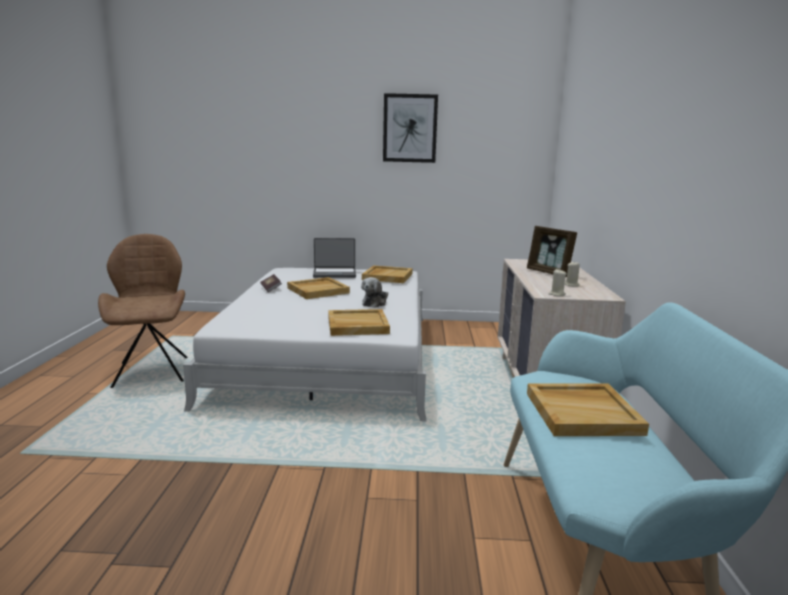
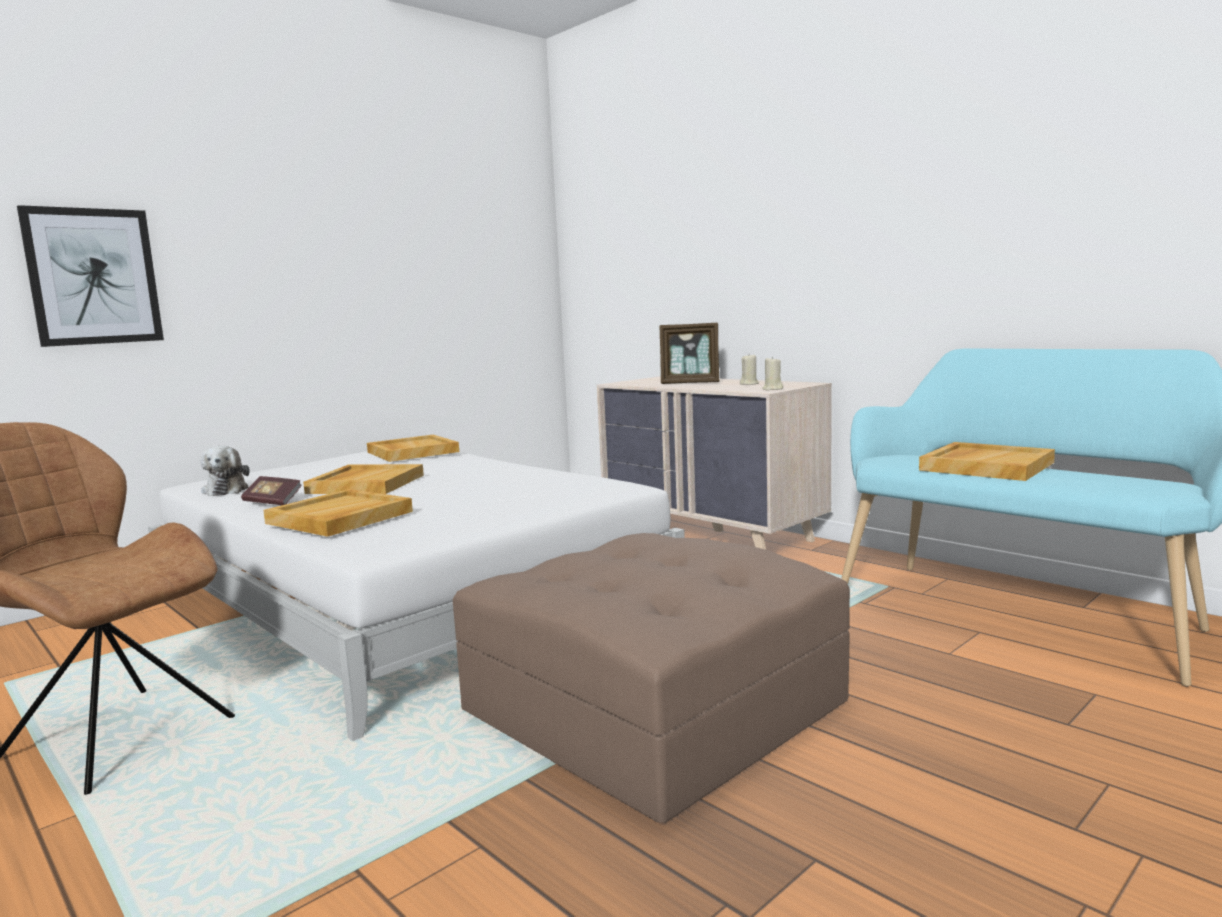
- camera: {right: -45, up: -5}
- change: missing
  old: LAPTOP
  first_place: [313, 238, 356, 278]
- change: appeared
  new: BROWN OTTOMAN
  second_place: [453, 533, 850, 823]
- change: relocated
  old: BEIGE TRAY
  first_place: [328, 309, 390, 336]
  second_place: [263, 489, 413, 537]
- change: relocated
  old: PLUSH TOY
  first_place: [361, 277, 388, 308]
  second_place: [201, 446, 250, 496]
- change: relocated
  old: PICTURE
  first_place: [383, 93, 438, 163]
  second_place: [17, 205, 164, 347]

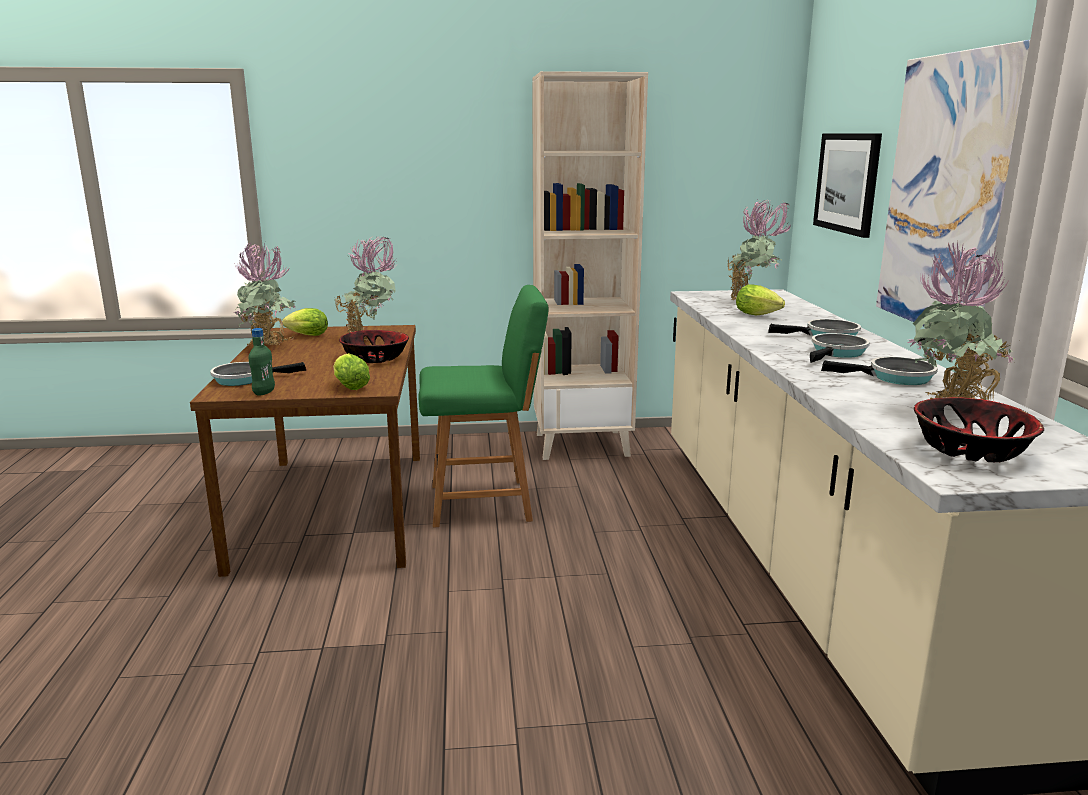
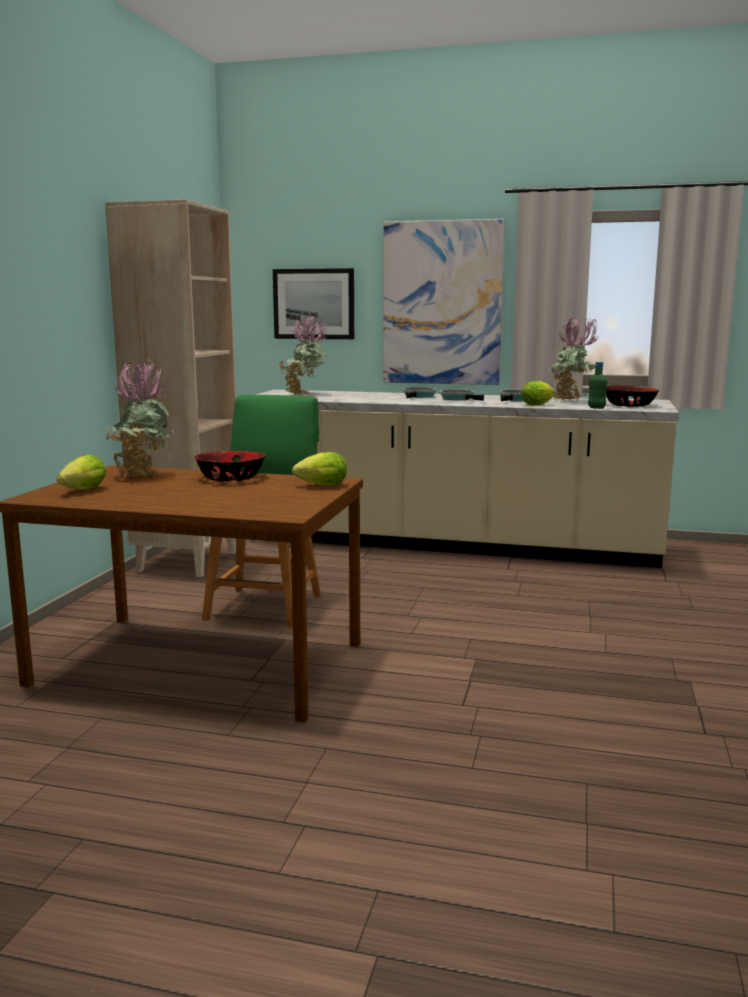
- camera: {right: -70, up: -5}
- change: missing
  old: FRYING PAN
  first_place: [210, 362, 306, 386]
- change: missing
  old: POTTED PLANT
  first_place: [234, 243, 297, 345]
- change: relocated
  old: GREEN BOTTLE
  first_place: [249, 328, 275, 396]
  second_place: [588, 362, 607, 409]
- change: relocated
  old: LETTUCE
  first_place: [736, 284, 785, 315]
  second_place: [521, 381, 555, 406]

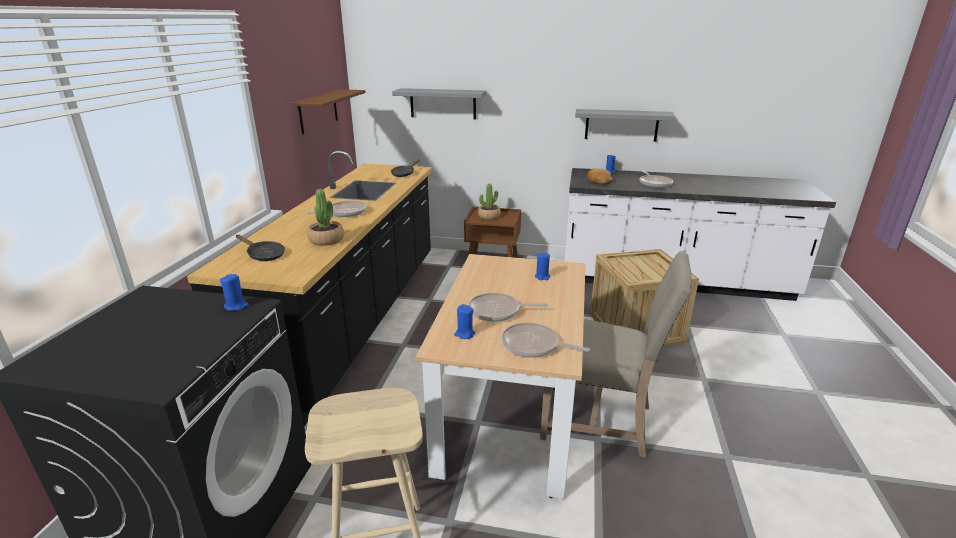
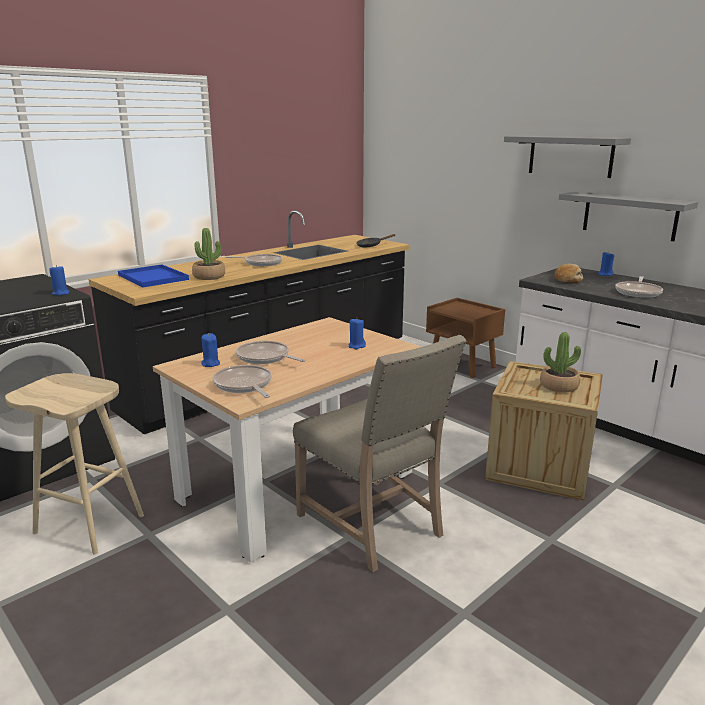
- camera: {right: 35, up: -5}
- change: missing
  old: BROWN SHELF
  first_place: [291, 89, 366, 134]
- change: relocated
  old: GREY SHELF
  first_place: [392, 88, 486, 119]
  second_place: [504, 136, 631, 178]
- change: relocated
  old: POTTED PLANT
  first_place: [478, 184, 501, 220]
  second_place: [540, 332, 581, 393]
- change: exchanged
  old: BLACK FRYING PAN
  new: BLUE TRAY
  first_place: [235, 235, 285, 261]
  second_place: [118, 264, 189, 287]

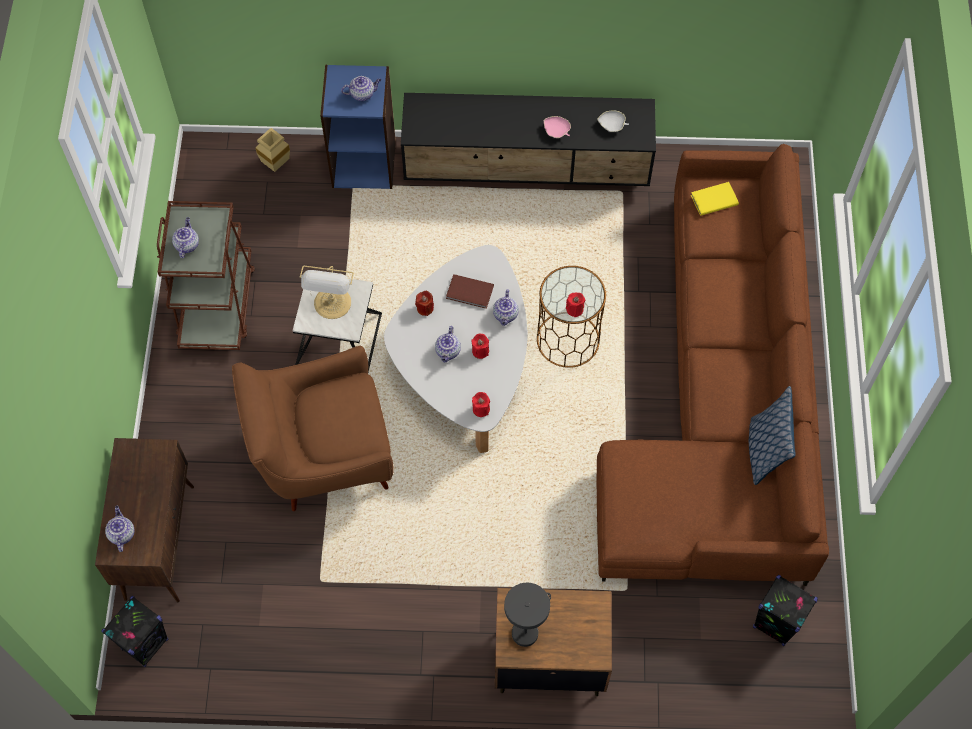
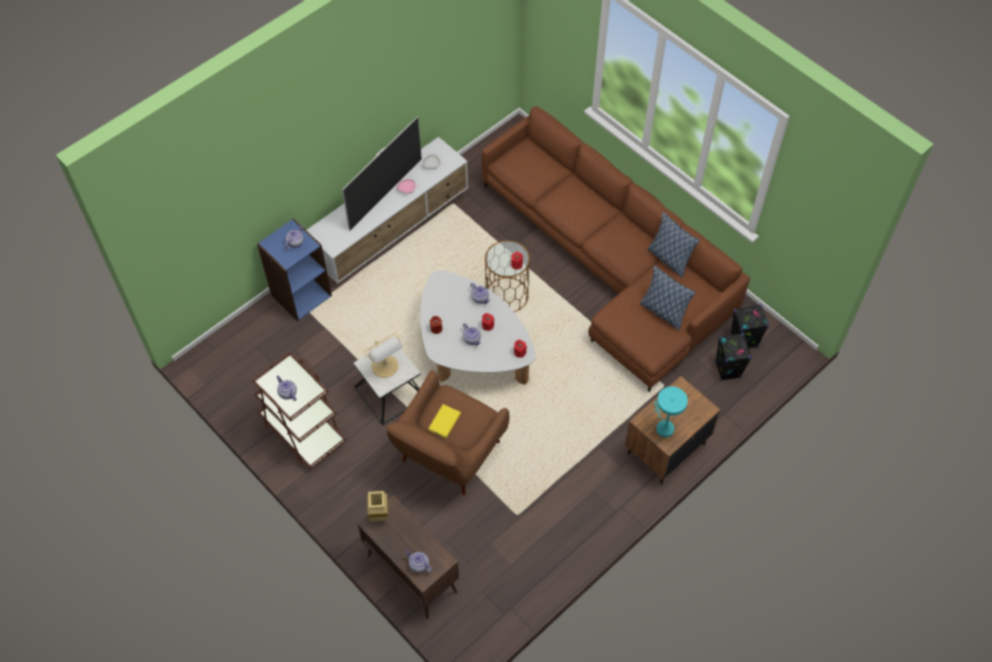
- camera: {right: -45, up: -5}
- change: missing
  old: BROWN BOOK
  first_place: [446, 274, 494, 309]
- change: appeared
  new: TELEVISION
  second_place: [342, 117, 422, 231]
- change: appeared
  new: PILLOW
  second_place: [640, 266, 696, 330]
- change: relocated
  old: BLACK SPEAKER
  first_place: [101, 596, 169, 667]
  second_place: [715, 333, 752, 381]
- change: relocated
  old: BEIGE VASE
  first_place: [256, 128, 290, 172]
  second_place: [367, 491, 388, 522]
- change: relocated
  old: YELLOW BOOK
  first_place: [691, 182, 739, 216]
  second_place: [428, 404, 461, 438]
- change: colour
  old: BLACK TV STAND
  new: WHITE TV STAND
  first_place: [401, 93, 656, 186]
  second_place: [306, 137, 468, 284]
- change: colour
  old: GREY TABLE LAMP
  new: TURQUOISE TABLE LAMP
  first_place: [504, 583, 551, 647]
  second_place: [654, 386, 688, 437]

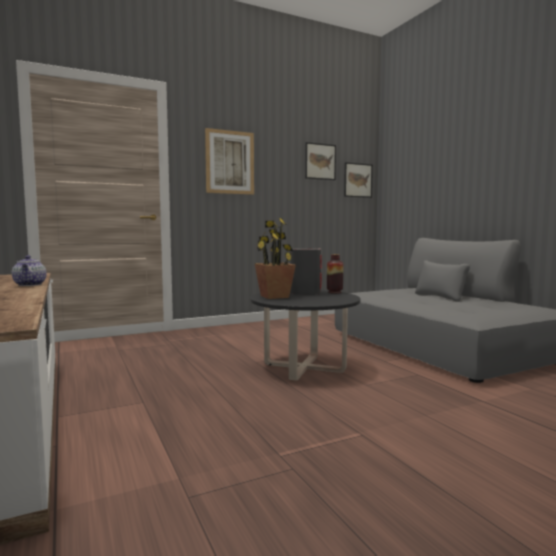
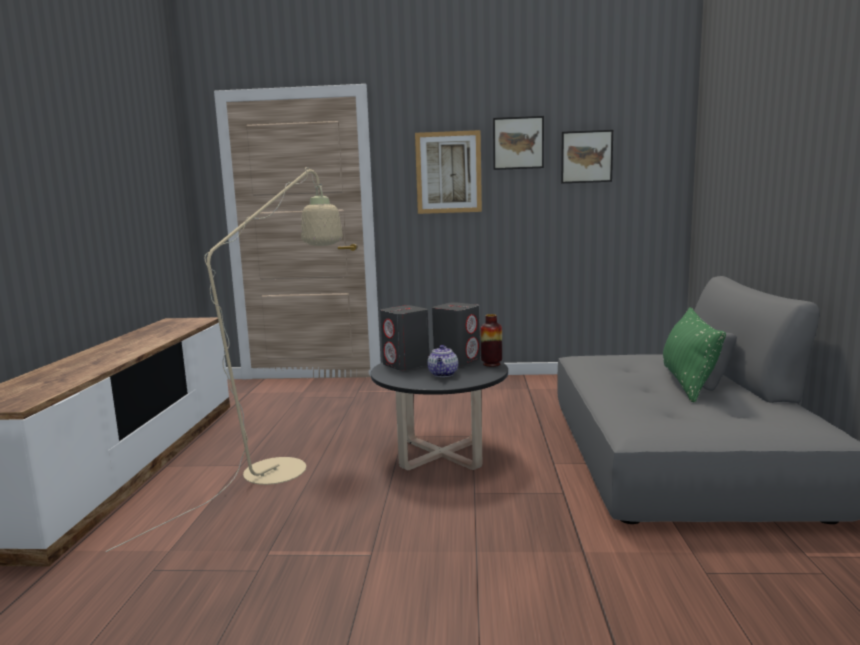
- camera: {right: 30, up: 5}
- change: appeared
  new: BEIGE FLOOR LAMP
  second_place: [105, 167, 343, 552]
- change: appeared
  new: GREEN PILLOW
  second_place: [663, 307, 726, 403]
- change: relocated
  old: TEAPOT
  first_place: [12, 255, 47, 286]
  second_place: [427, 345, 458, 377]
- change: relocated
  old: PICTURE
  first_place: [344, 162, 373, 198]
  second_place: [493, 116, 544, 170]
- change: exchanged
  old: POTTED PLANT
  new: GREY SPEAKER
  first_place: [254, 218, 296, 299]
  second_place: [380, 305, 429, 370]

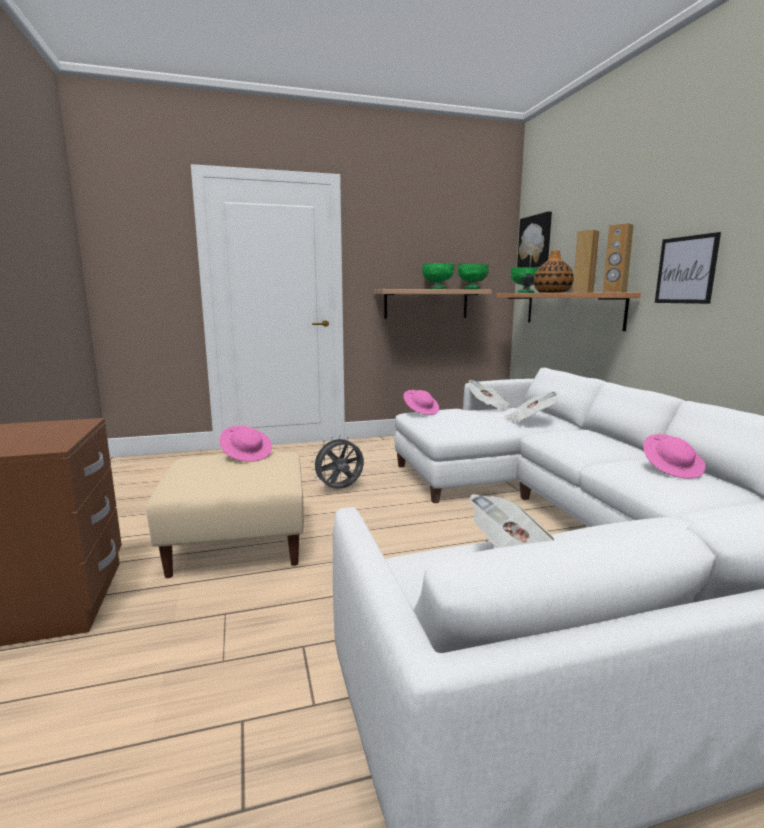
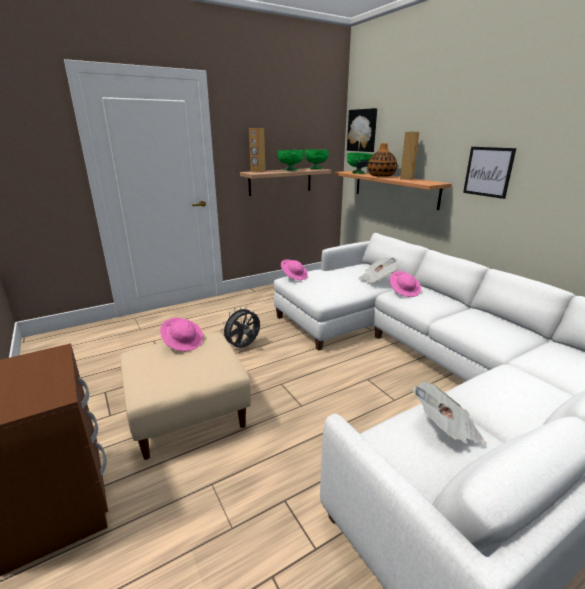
- camera: {right: -15, up: 10}
- change: missing
  old: NEWSPAPER
  first_place: [468, 380, 510, 411]
- change: relocated
  old: BROWN SPEAKER
  first_place: [603, 223, 634, 292]
  second_place: [249, 128, 266, 173]
- change: relocated
  old: PINK HAT
  first_place: [643, 434, 706, 479]
  second_place: [390, 271, 421, 297]

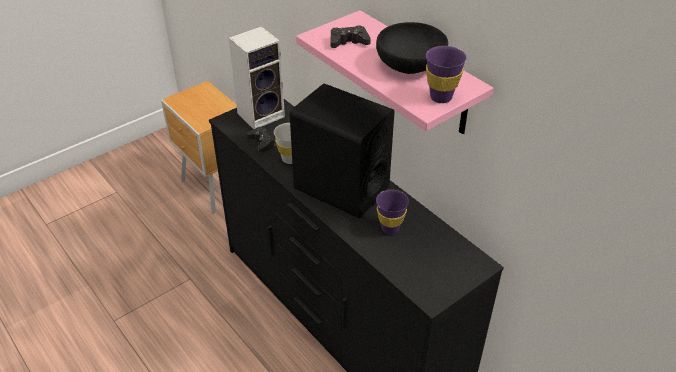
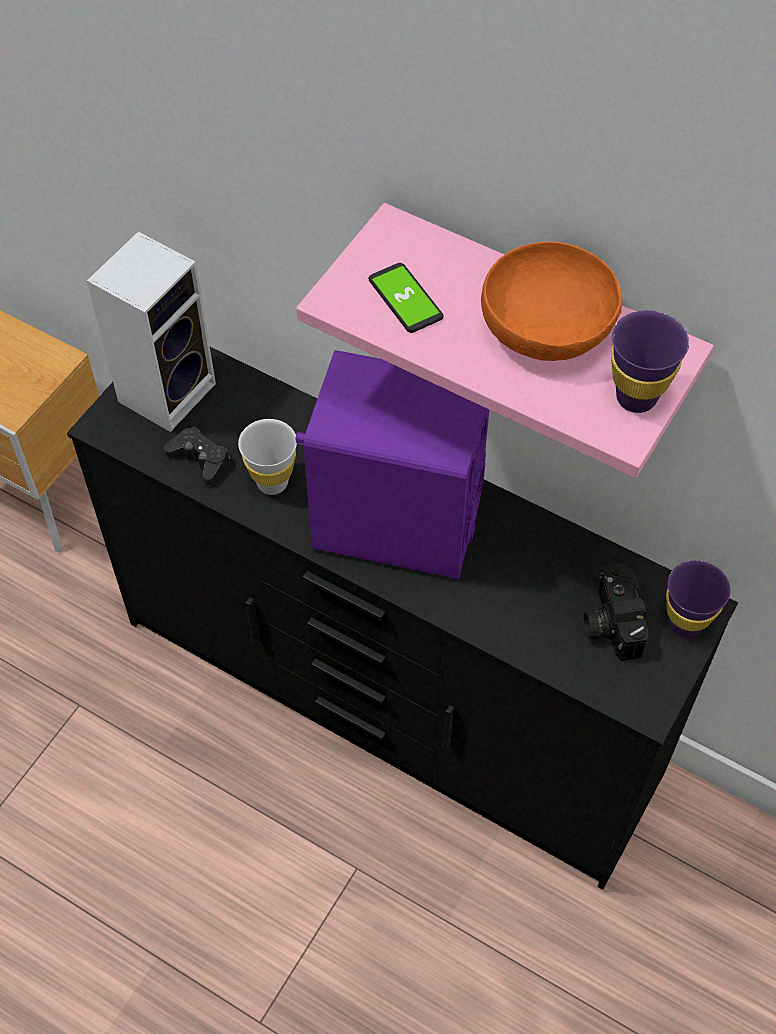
- camera: {right: -20, up: 15}
- change: appeared
  new: PHOTO CAMERA
  second_place: [584, 563, 649, 661]
- change: relocated
  old: PURPLE CUP
  first_place: [376, 190, 409, 235]
  second_place: [666, 560, 731, 638]
- change: exchanged
  old: BLACK GAME CONTROLLER
  new: PHONE
  first_place: [330, 25, 371, 48]
  second_place: [368, 263, 444, 333]
- change: colour
  old: BLACK SPEAKER
  new: PURPLE SPEAKER
  first_place: [289, 84, 394, 218]
  second_place: [295, 350, 489, 579]
- change: colour
  old: BLACK BOWL
  new: ORANGE BOWL
  first_place: [376, 22, 448, 74]
  second_place: [481, 241, 622, 361]

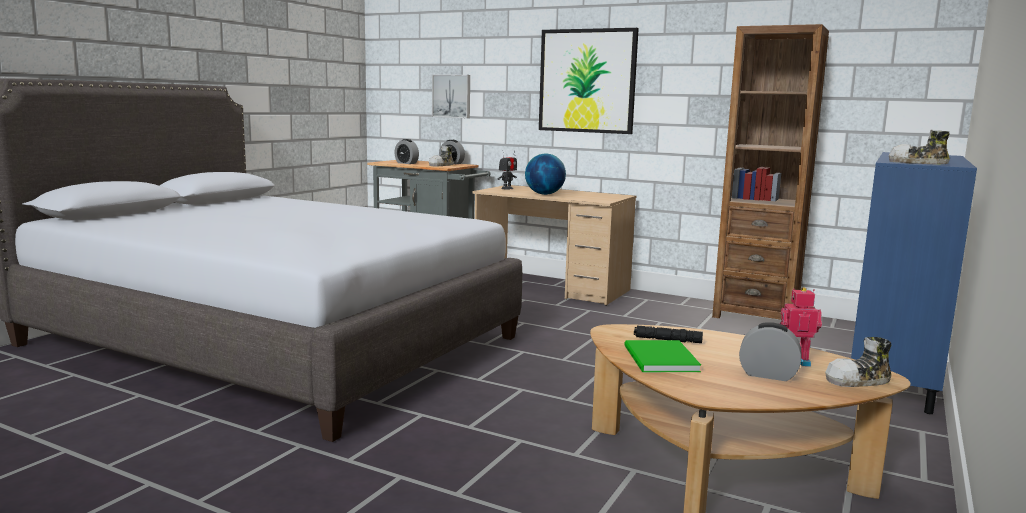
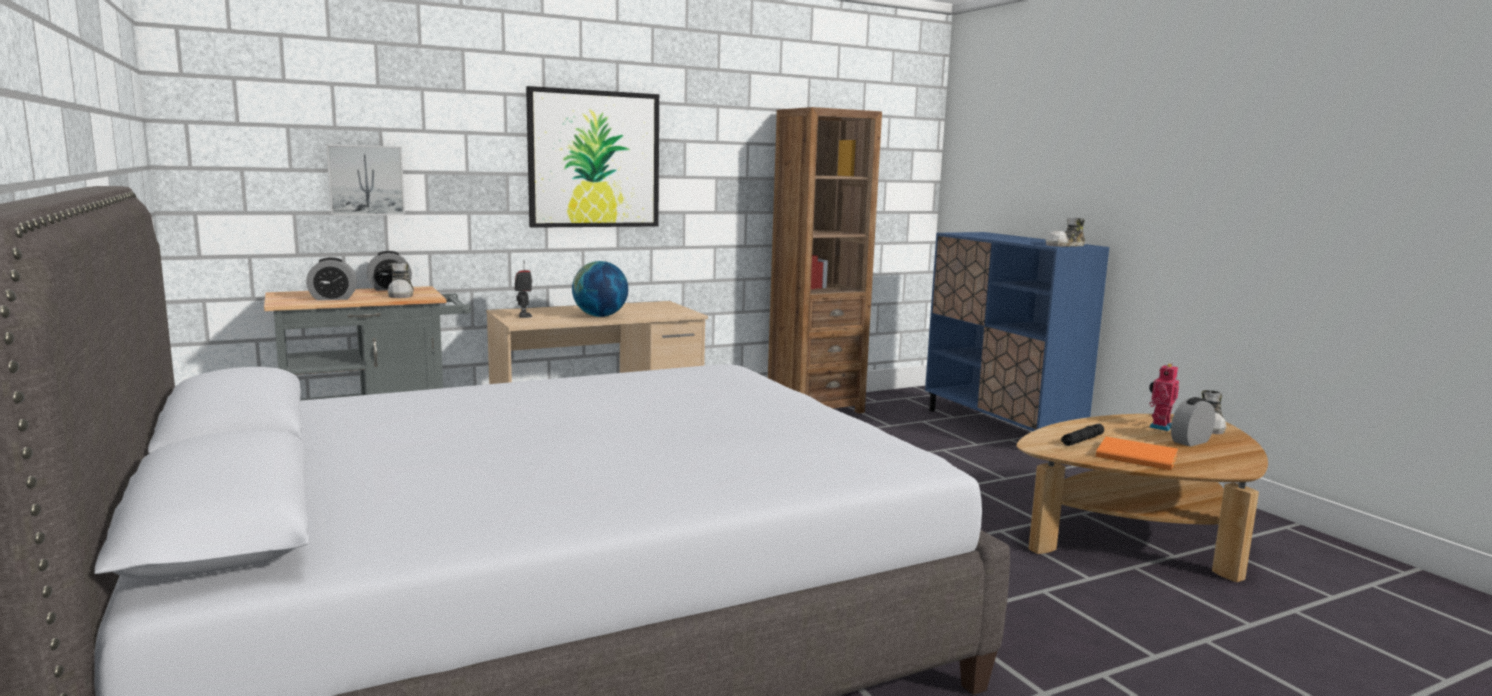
- camera: {right: -55, up: 0}
- change: colour
  old: GREEN BOOK
  new: ORANGE BOOK
  first_place: [624, 340, 701, 372]
  second_place: [1096, 437, 1178, 470]

